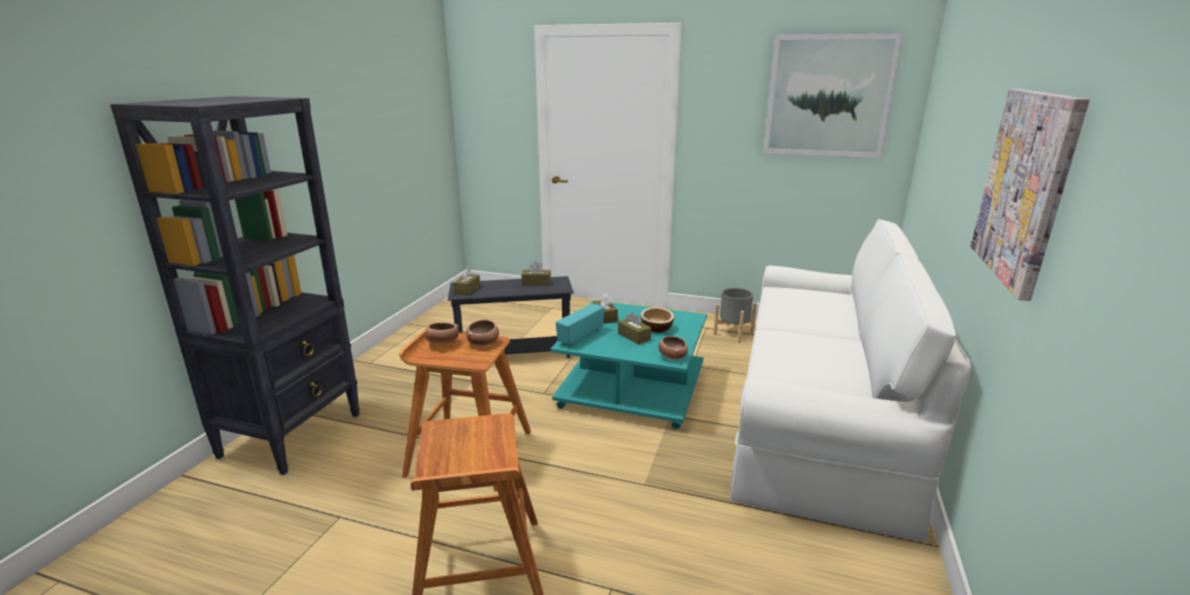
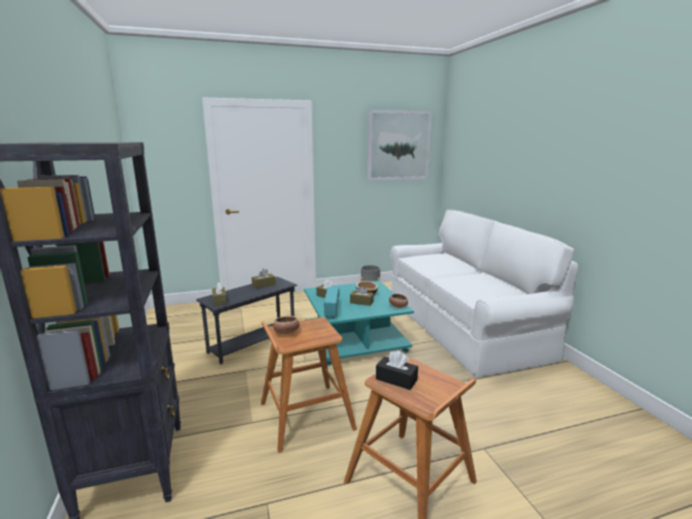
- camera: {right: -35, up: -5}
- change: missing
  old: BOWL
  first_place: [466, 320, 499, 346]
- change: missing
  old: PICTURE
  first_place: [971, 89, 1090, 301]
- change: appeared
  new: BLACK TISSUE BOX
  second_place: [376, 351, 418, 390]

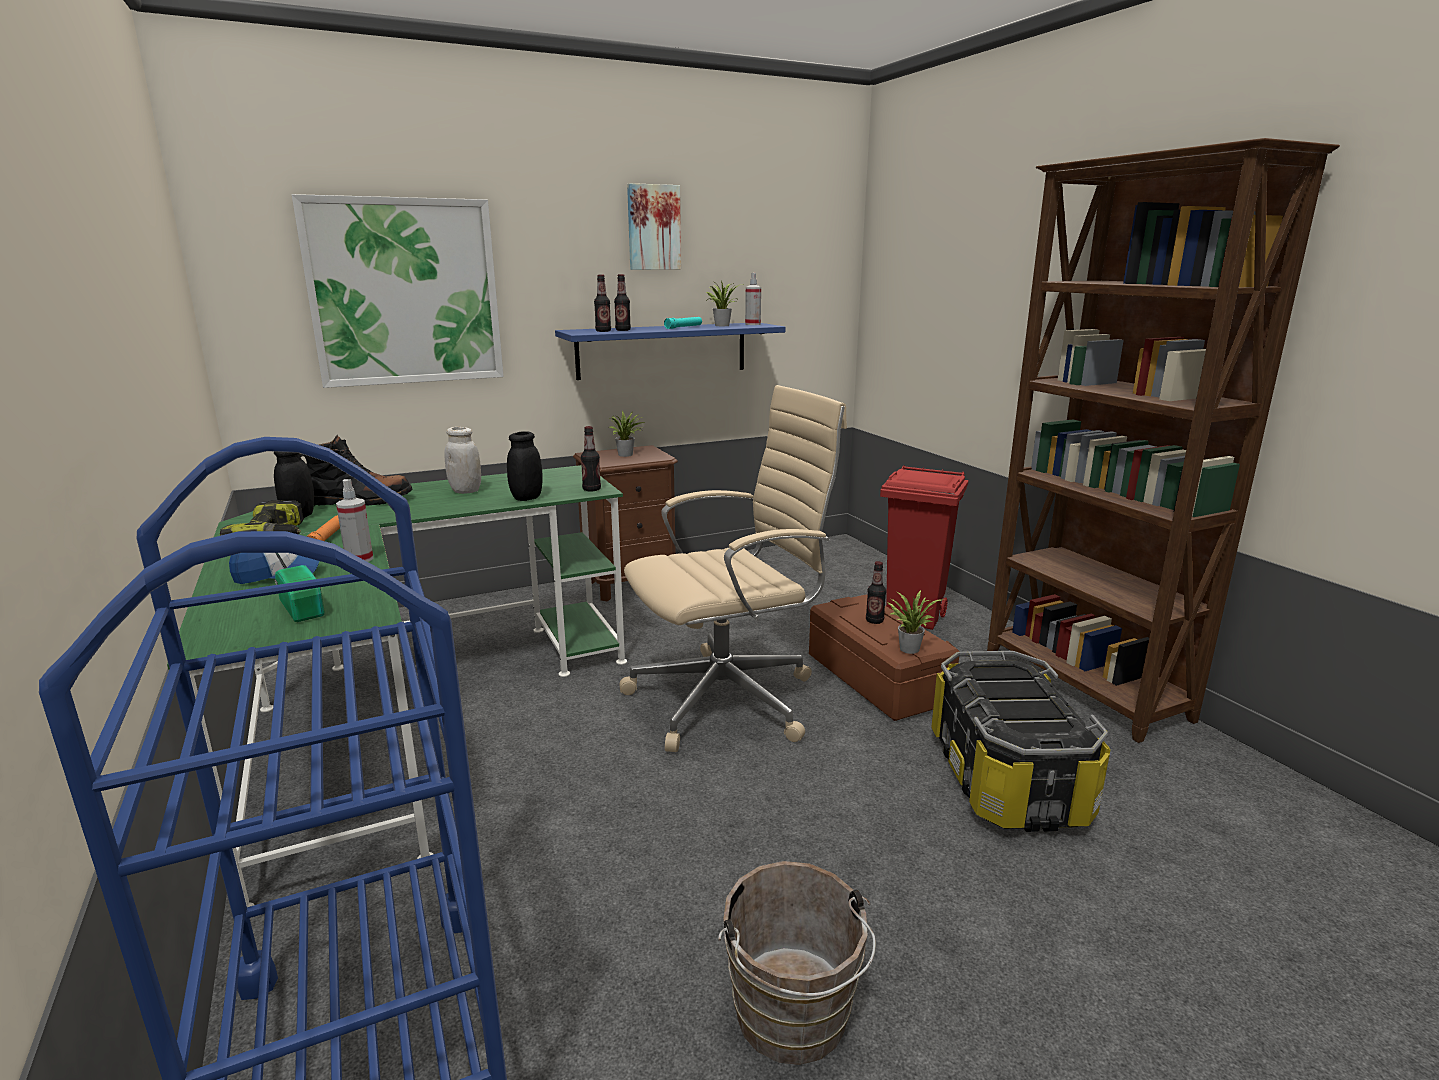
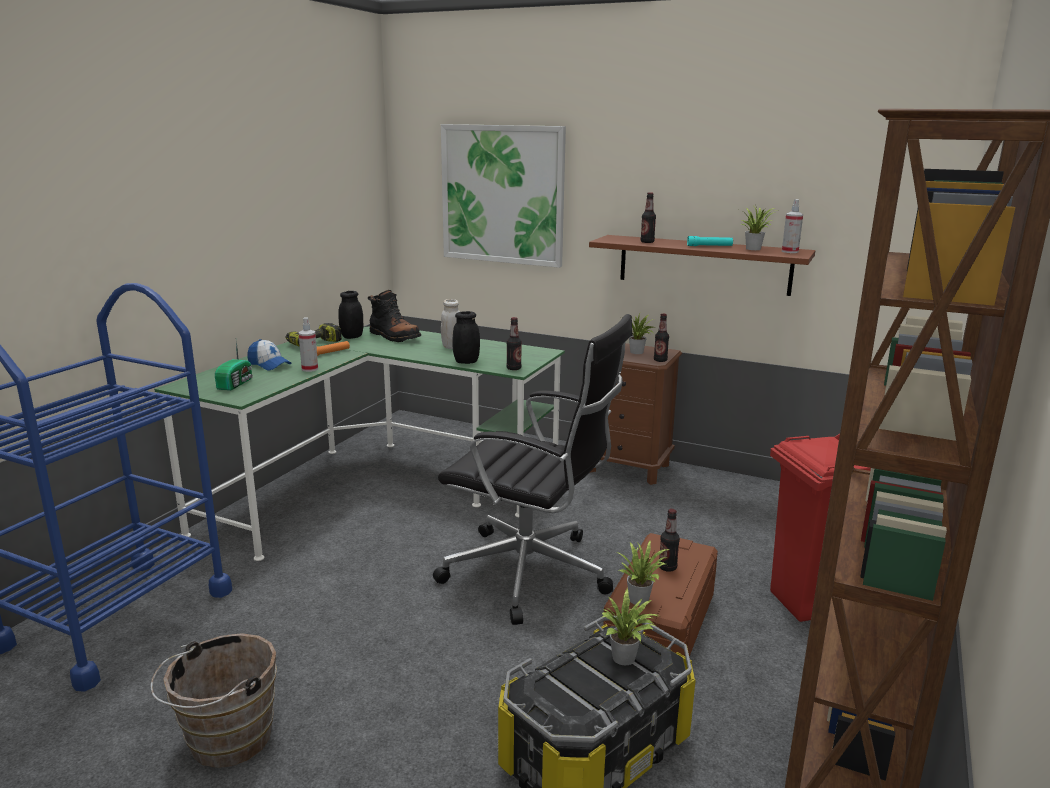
- camera: {right: 50, up: 0}
- change: missing
  old: PICTURE
  first_place: [627, 183, 681, 270]
- change: appeared
  new: POTTED PLANT
  second_place: [601, 589, 660, 665]
- change: relocated
  old: BOTTLE
  first_place: [594, 275, 611, 332]
  second_place: [654, 314, 669, 362]
- change: colour
  old: BLUE SHELF
  new: BROWN SHELF
  first_place: [555, 323, 786, 380]
  second_place: [589, 235, 815, 296]
- change: colour
  old: BEIGE OFFICE CHAIR
  new: BLACK OFFICE CHAIR
  first_place: [620, 385, 847, 752]
  second_place: [433, 314, 633, 625]

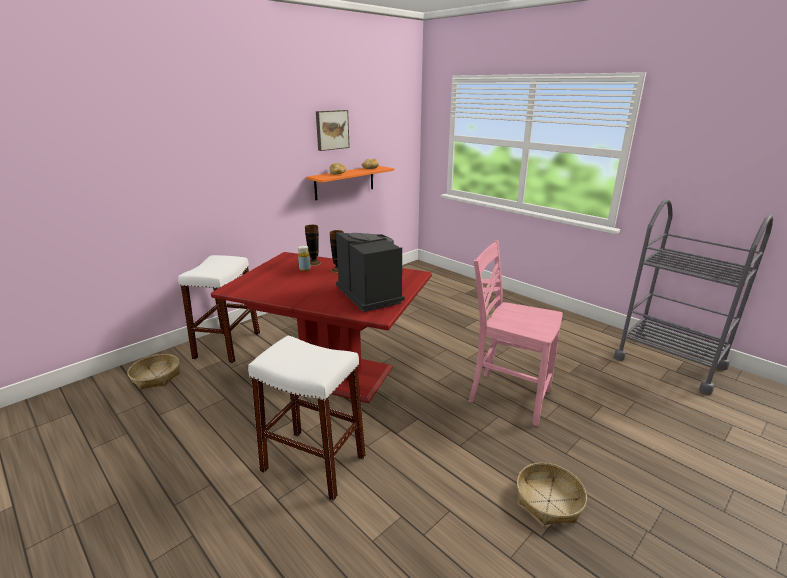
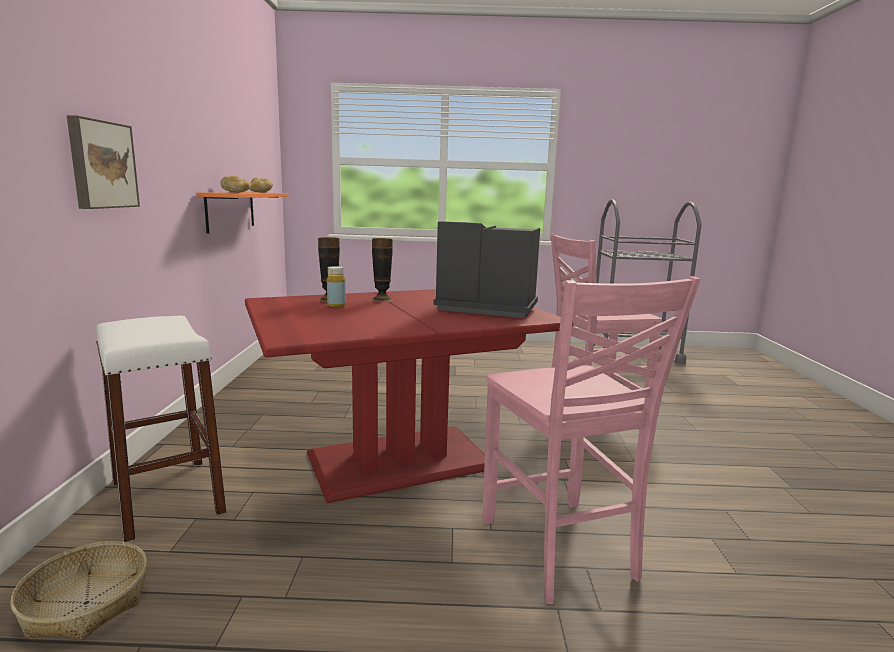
- camera: {right: -45, up: -10}
- change: missing
  old: BASKET
  first_place: [517, 463, 587, 525]
- change: relocated
  old: PICTURE
  first_place: [316, 110, 350, 151]
  second_place: [67, 115, 140, 209]
- change: exchanged
  old: WHITE STOOL
  new: PINK CHAIR
  first_place: [248, 335, 366, 501]
  second_place: [482, 276, 700, 604]

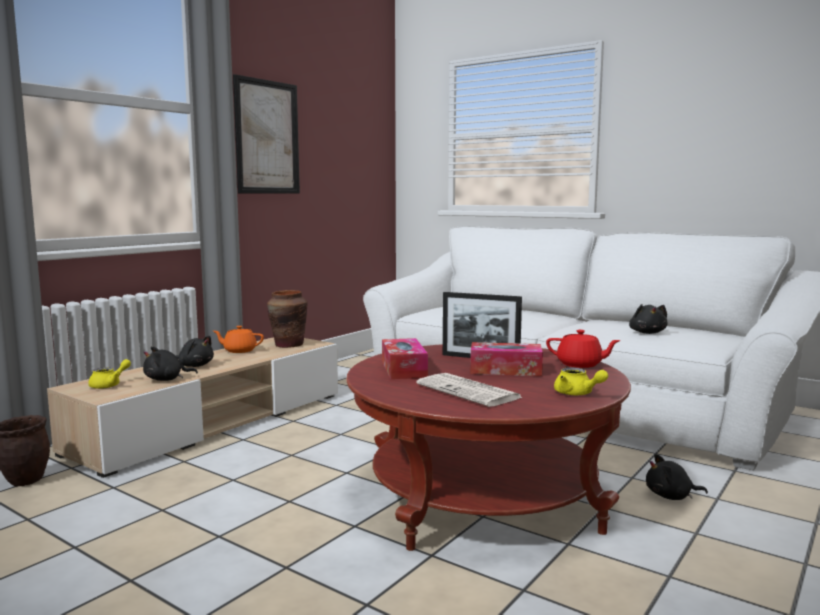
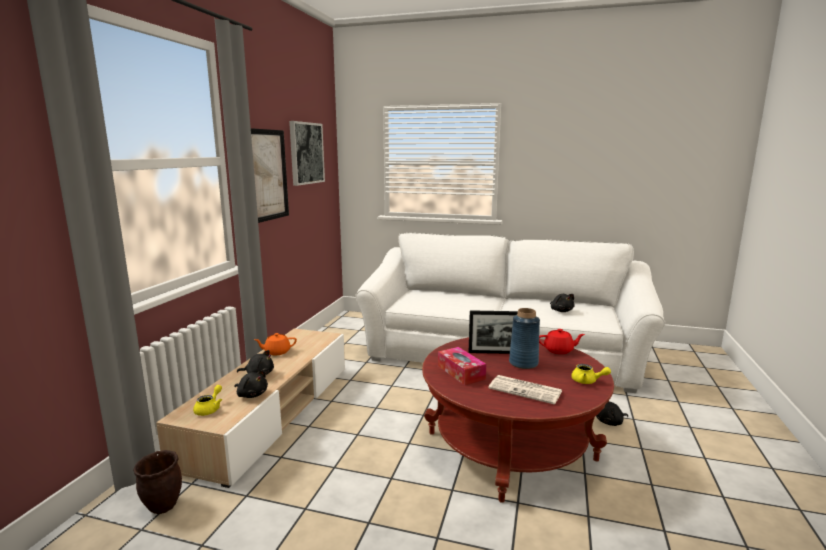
- camera: {right: -20, up: 5}
- change: missing
  old: BROWN VASE
  first_place: [267, 290, 308, 348]
- change: appeared
  new: PICTURE
  second_place: [289, 121, 325, 186]
- change: exchanged
  old: TISSUE BOX
  new: BLUE VASE
  first_place: [470, 342, 543, 376]
  second_place: [509, 308, 540, 369]
- change: spun
  old: BLACK PLUSH TOY
  first_place: [143, 346, 198, 381]
  second_place: [235, 370, 268, 398]
  degrees: -105

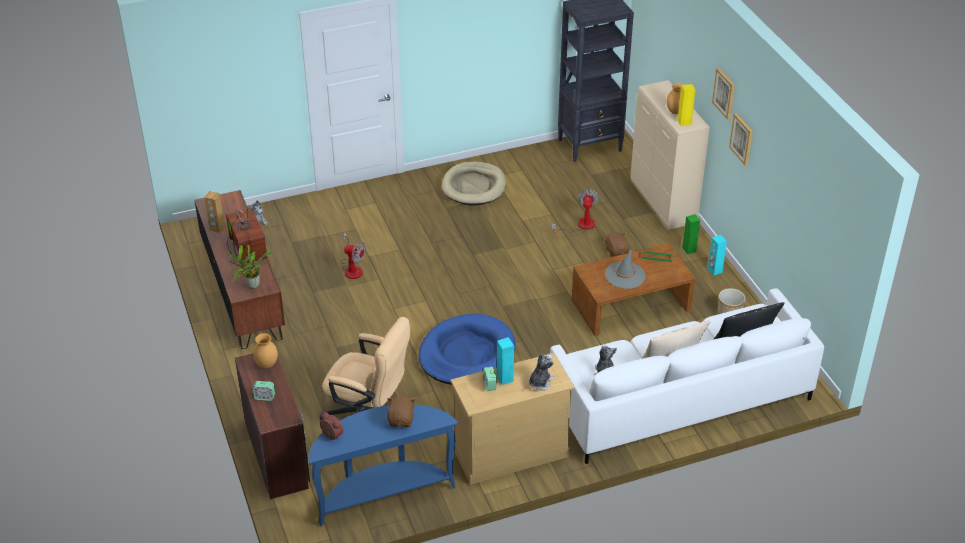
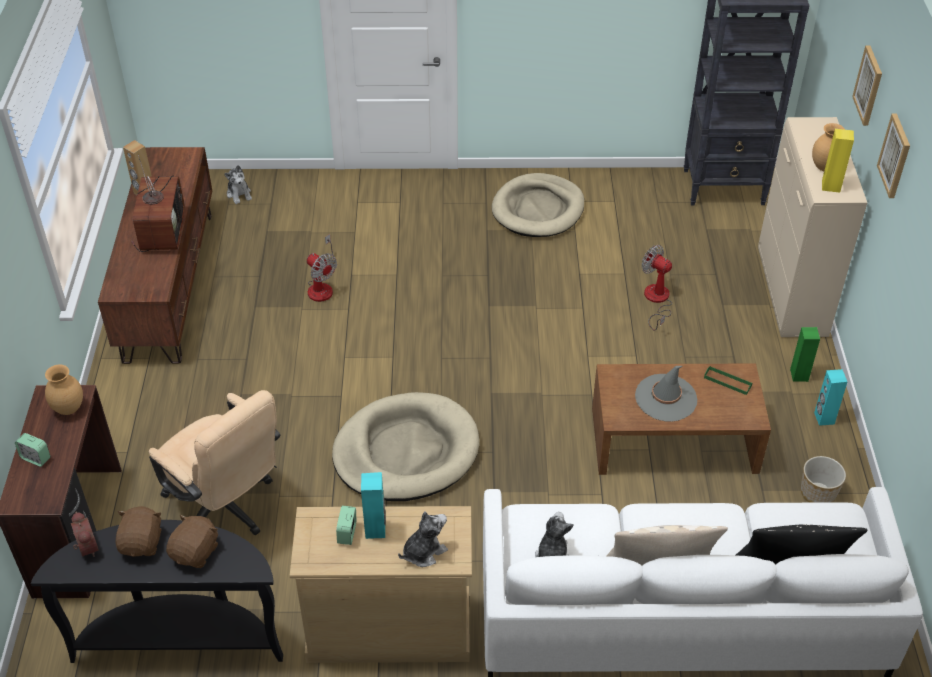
- camera: {right: 20, up: 5}
- change: missing
  old: POTTED PLANT
  first_place: [228, 245, 273, 288]
- change: relocated
  old: BROWN PLUSH TOY
  first_place: [604, 232, 629, 257]
  second_place: [115, 506, 162, 557]
- change: relocated
  old: PICTURE
  first_place: [729, 113, 753, 165]
  second_place: [852, 45, 882, 126]
- change: colour
  old: BLUE CONSOLE TABLE
  new: BLACK CONSOLE TABLE
  first_place: [308, 404, 458, 526]
  second_place: [31, 520, 283, 663]
- change: colour
  old: BLUE DOG BED
  new: BEIGE DOG BED
  first_place: [418, 314, 516, 385]
  second_place: [332, 392, 479, 501]
- change: spun
  old: FAN
  first_place: [551, 189, 600, 235]
  second_place: [641, 245, 672, 331]
  degrees: -75

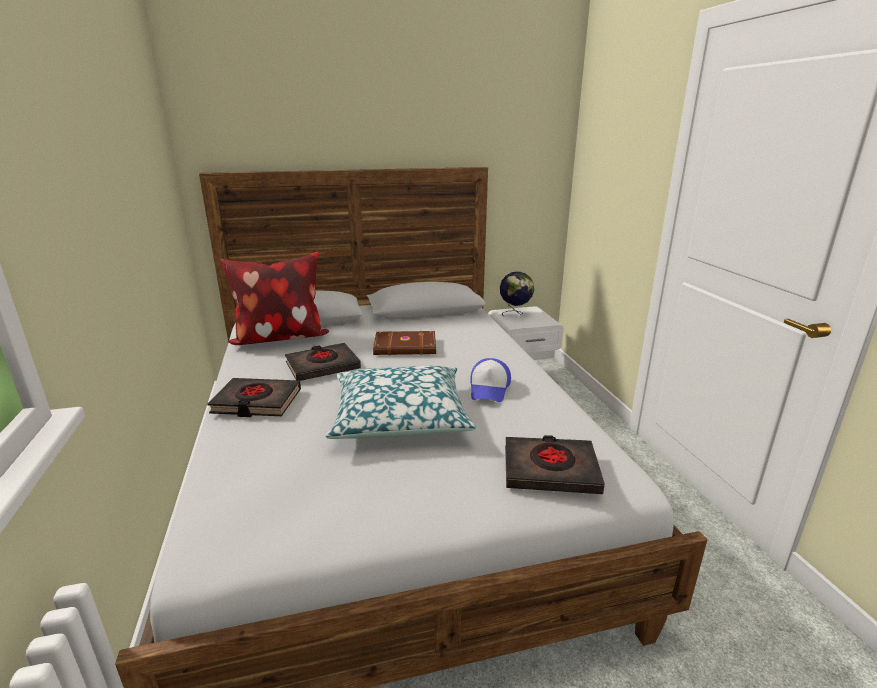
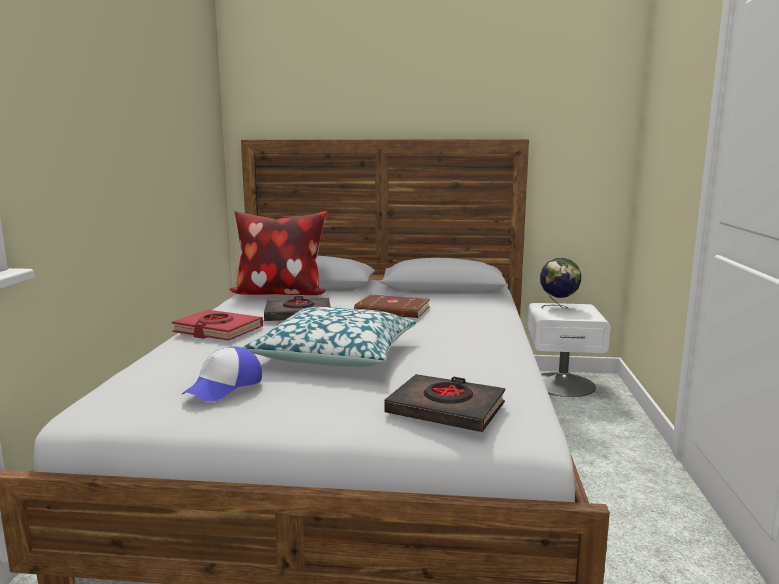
- camera: {right: 20, up: -10}
- change: relocated
  old: CAP
  first_place: [470, 358, 511, 402]
  second_place: [182, 347, 262, 402]
- change: colour
  old: BLACK BOOK
  new: RED BOOK
  first_place: [207, 378, 301, 417]
  second_place: [172, 310, 263, 341]

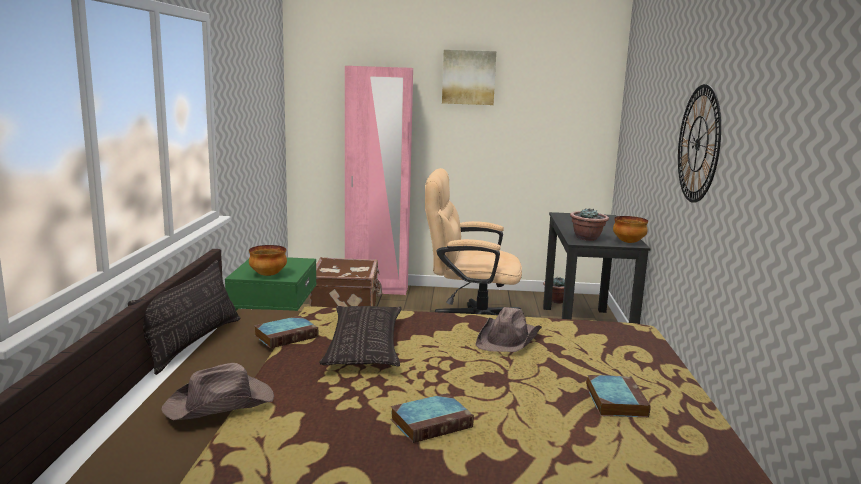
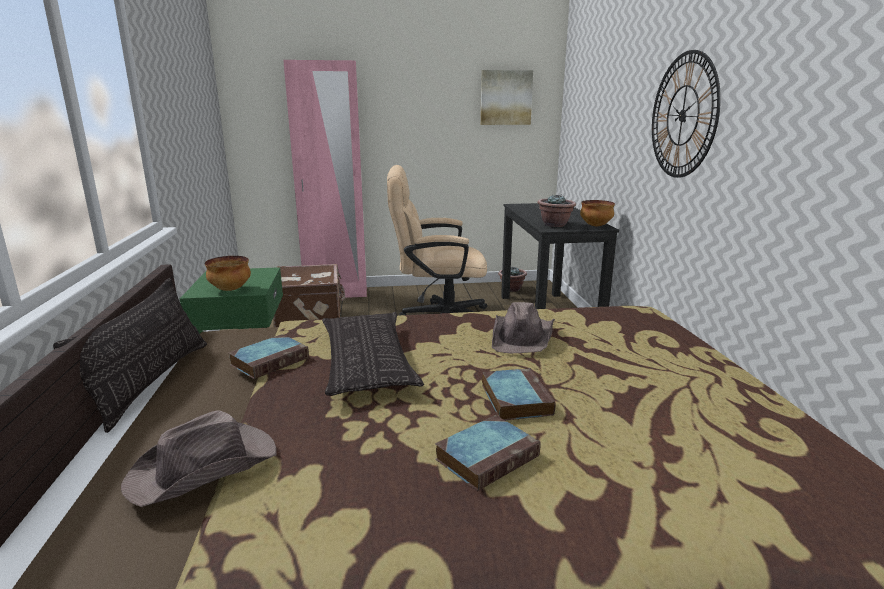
- camera: {right: -10, up: 5}
- change: relocated
  old: PICTURE
  first_place: [442, 50, 496, 105]
  second_place: [480, 70, 533, 125]
- change: relocated
  old: BOOK
  first_place: [586, 375, 651, 417]
  second_place: [482, 368, 556, 420]

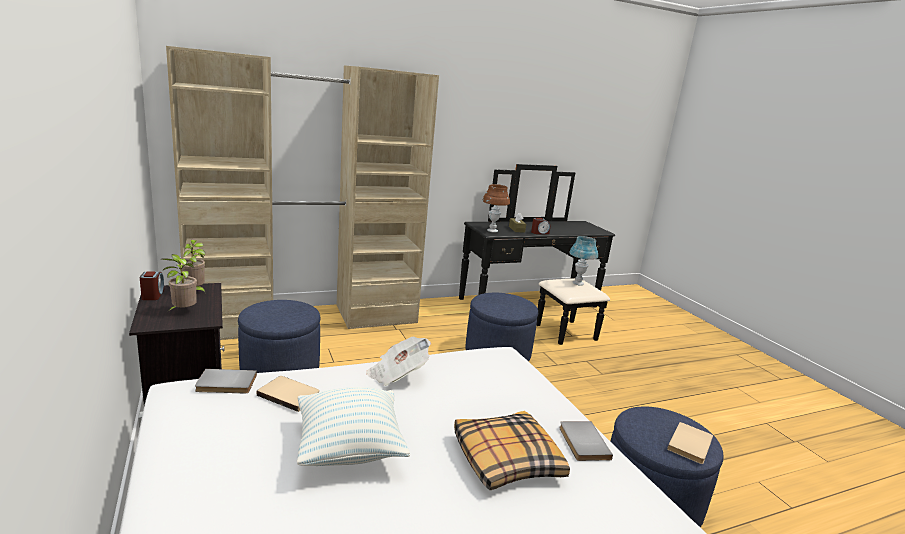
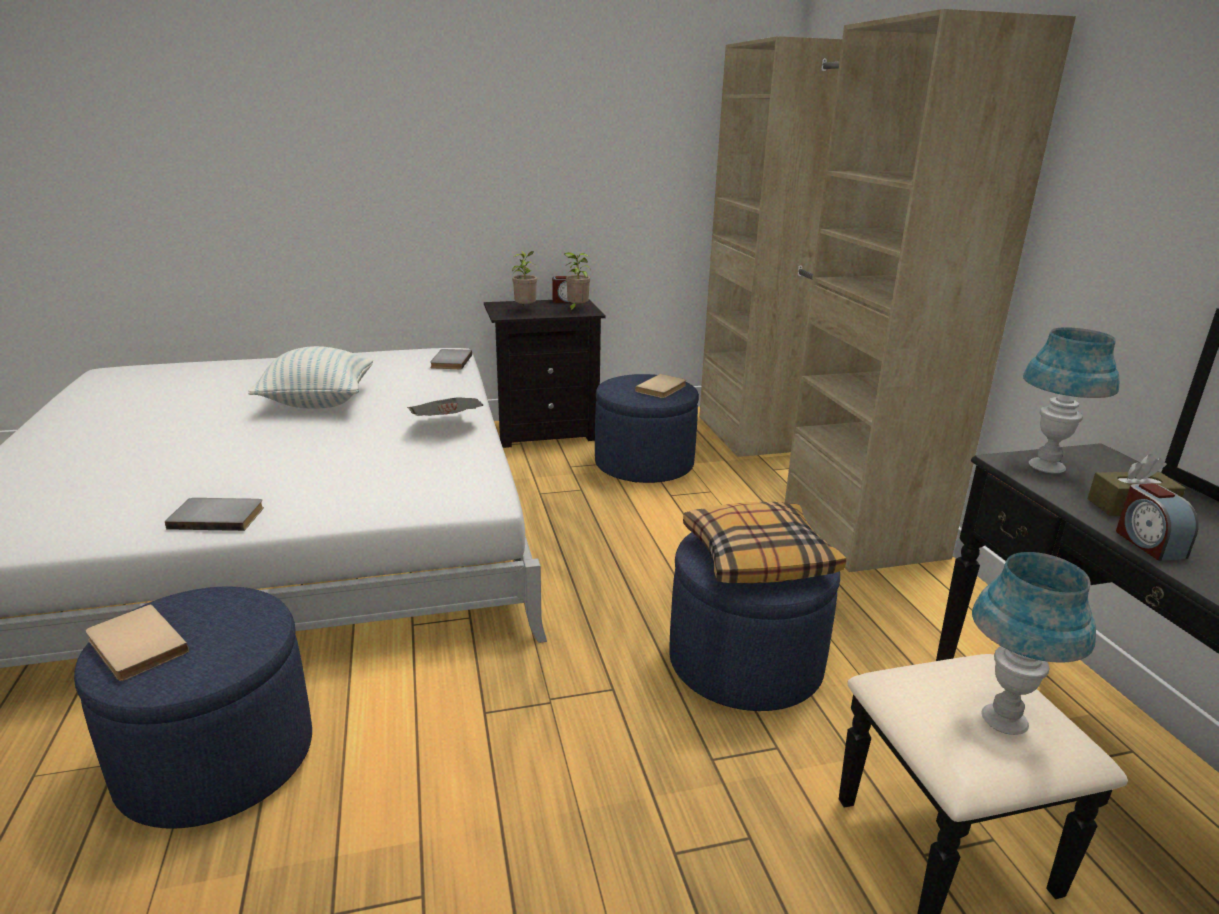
- camera: {right: 100, up: 5}
- change: relocated
  old: BEIGE BOOK
  first_place: [257, 376, 320, 412]
  second_place: [635, 374, 686, 398]
- change: relocated
  old: PILLOW
  first_place: [454, 411, 570, 490]
  second_place: [683, 502, 846, 583]
- change: colour
  old: BROWN TABLE LAMP
  new: BLUE TABLE LAMP
  first_place: [483, 184, 510, 232]
  second_place: [1023, 327, 1119, 474]

